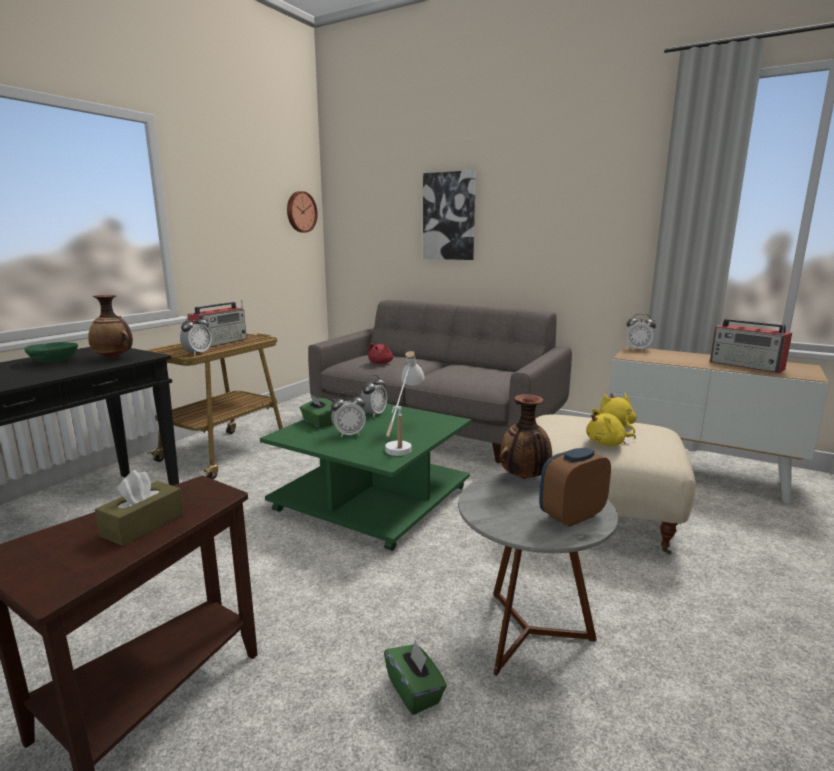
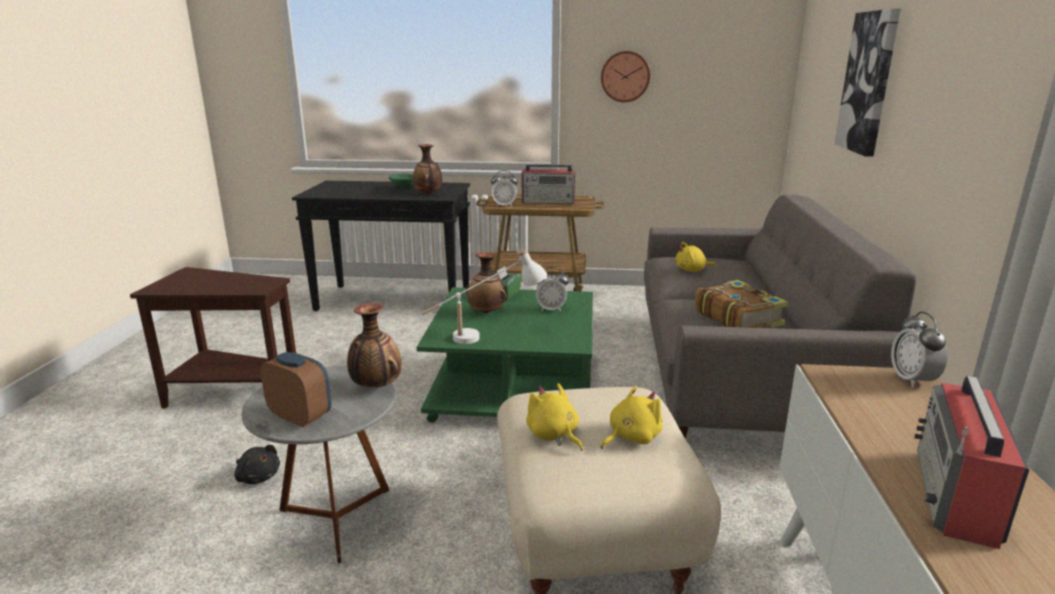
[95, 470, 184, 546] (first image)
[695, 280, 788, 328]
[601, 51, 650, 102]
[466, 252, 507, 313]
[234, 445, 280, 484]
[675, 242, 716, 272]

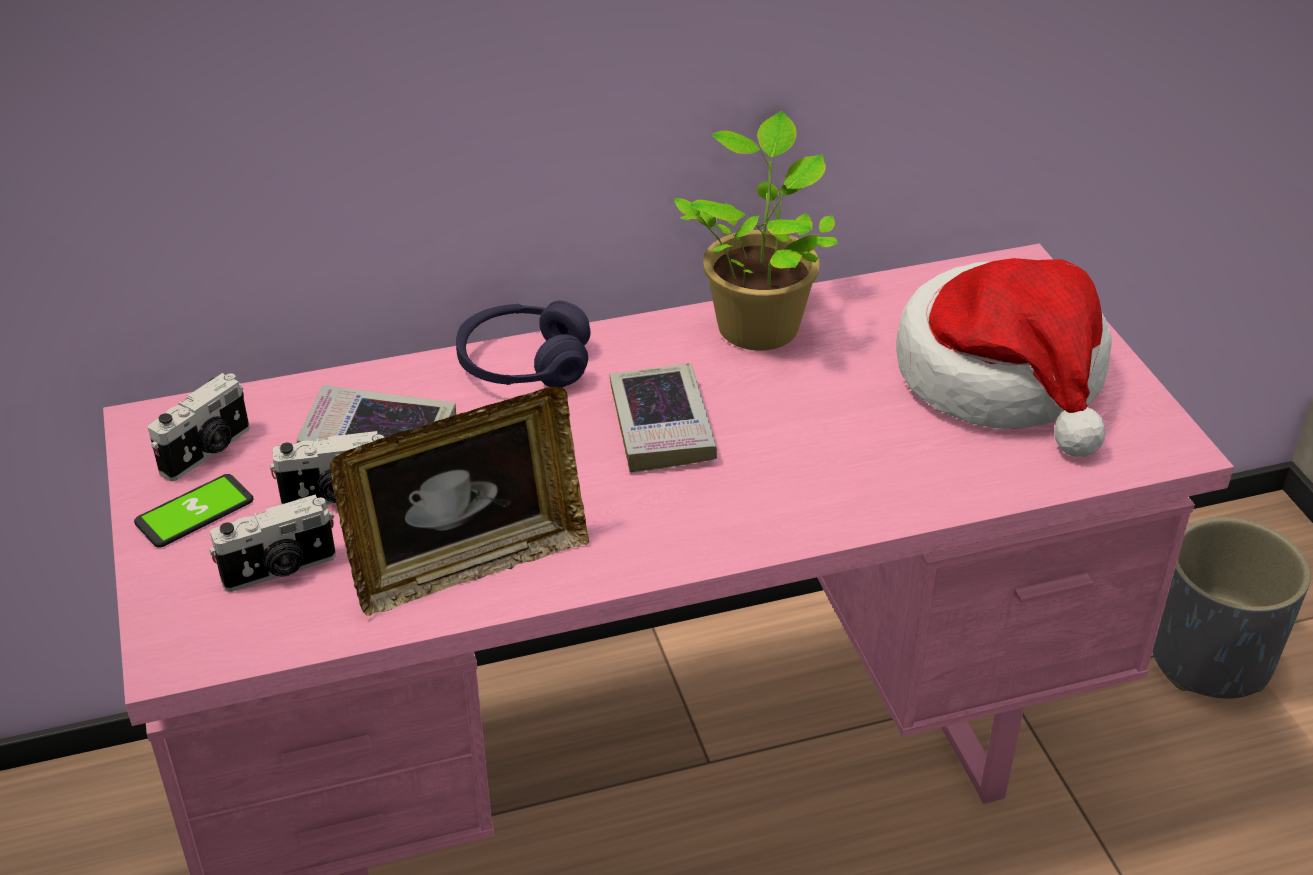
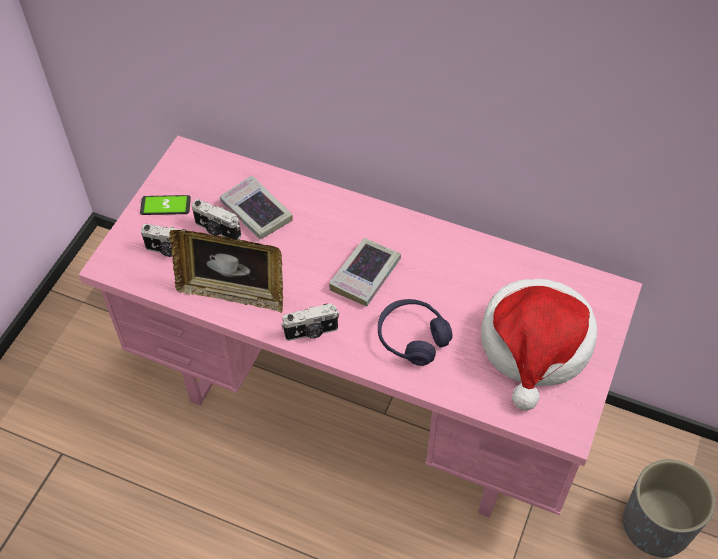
[674, 111, 838, 351] (first image)
[281, 303, 340, 341]
[378, 299, 453, 366]

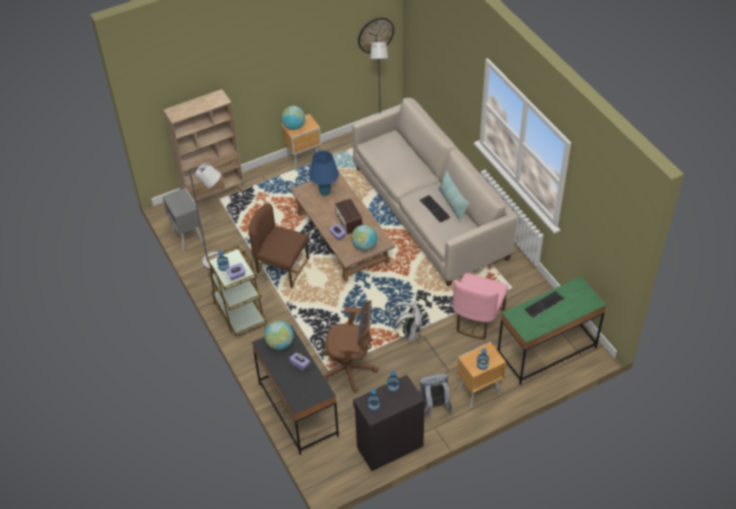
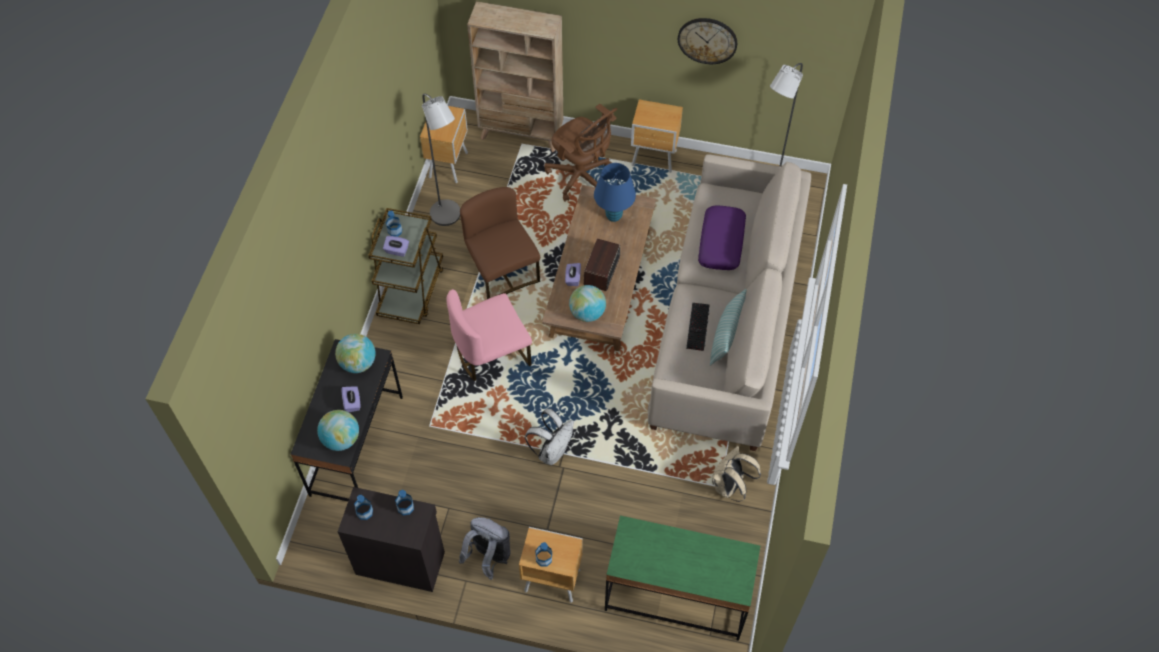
[524, 291, 564, 317] (first image)
[698, 205, 746, 270]
[712, 446, 761, 502]
[317, 410, 359, 451]
[544, 104, 617, 202]
[678, 18, 737, 64]
[446, 289, 532, 381]
[420, 106, 468, 183]

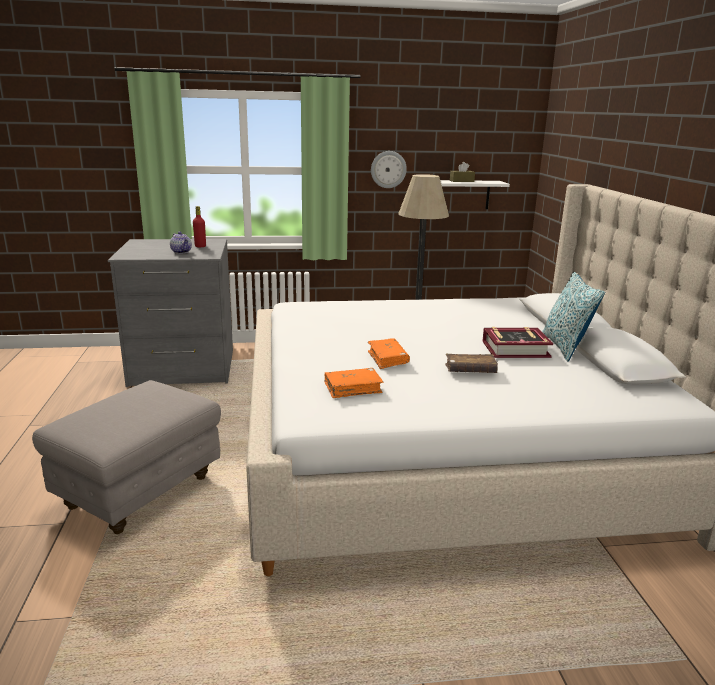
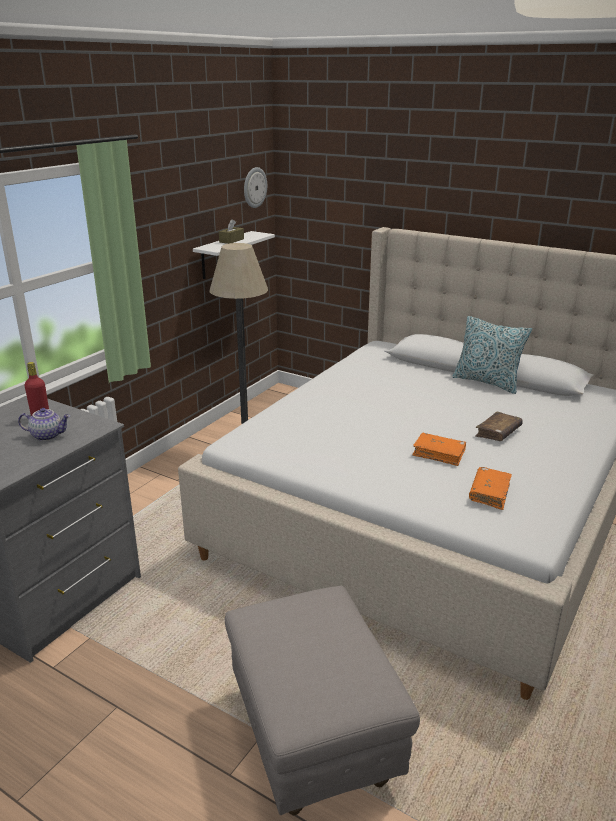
[482, 327, 553, 358] (first image)
[244, 167, 267, 208]

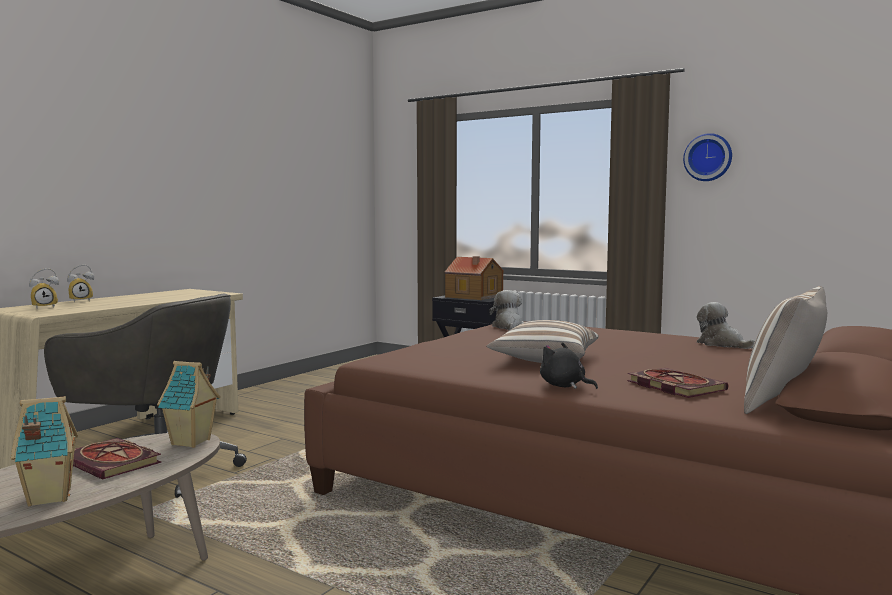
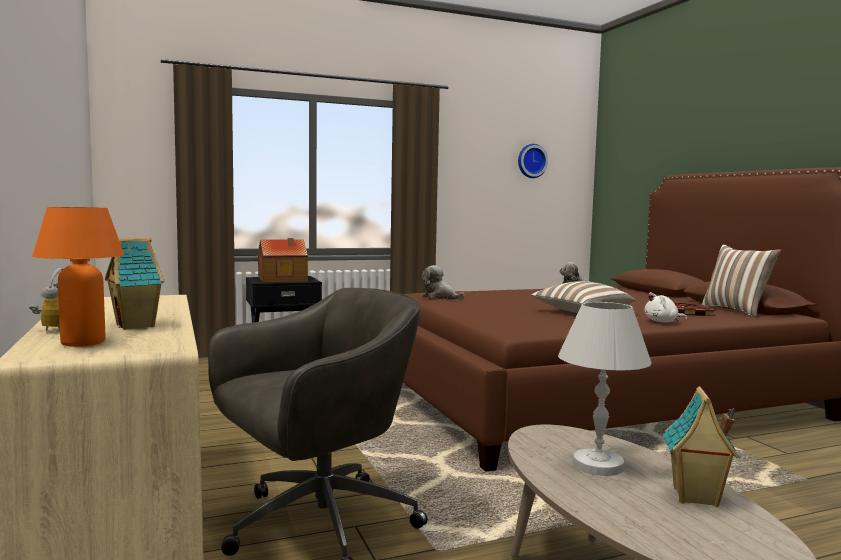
[105, 237, 165, 330]
[518, 144, 548, 178]
[32, 207, 124, 347]
[558, 302, 651, 476]
[644, 292, 687, 323]

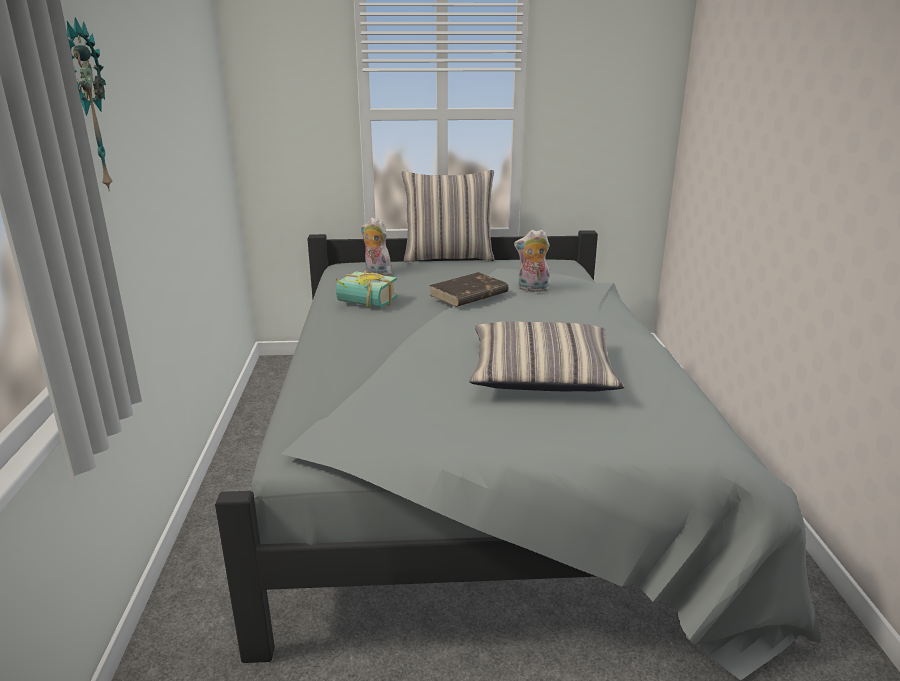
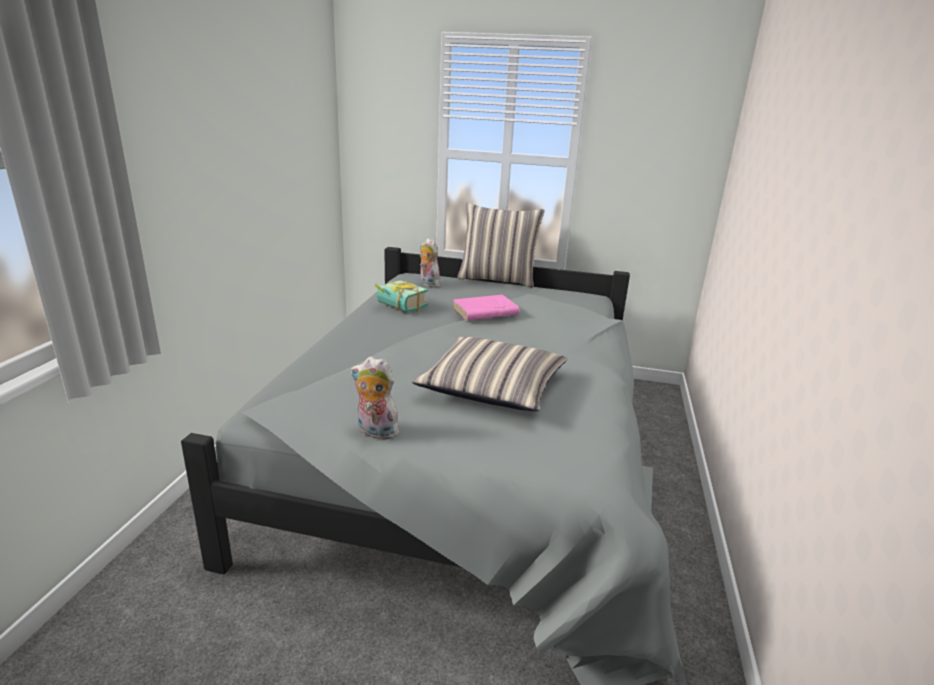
[67, 17, 112, 192] (first image)
[351, 357, 399, 440]
[453, 295, 520, 321]

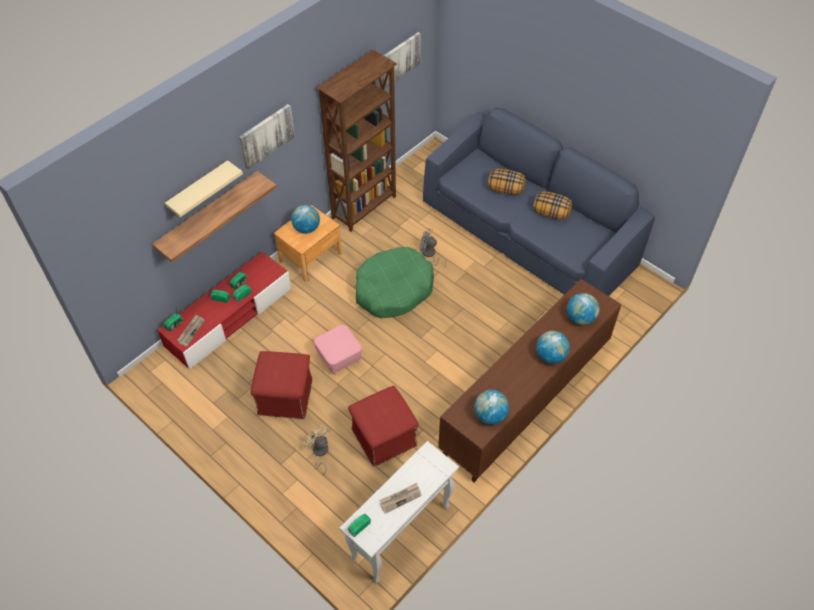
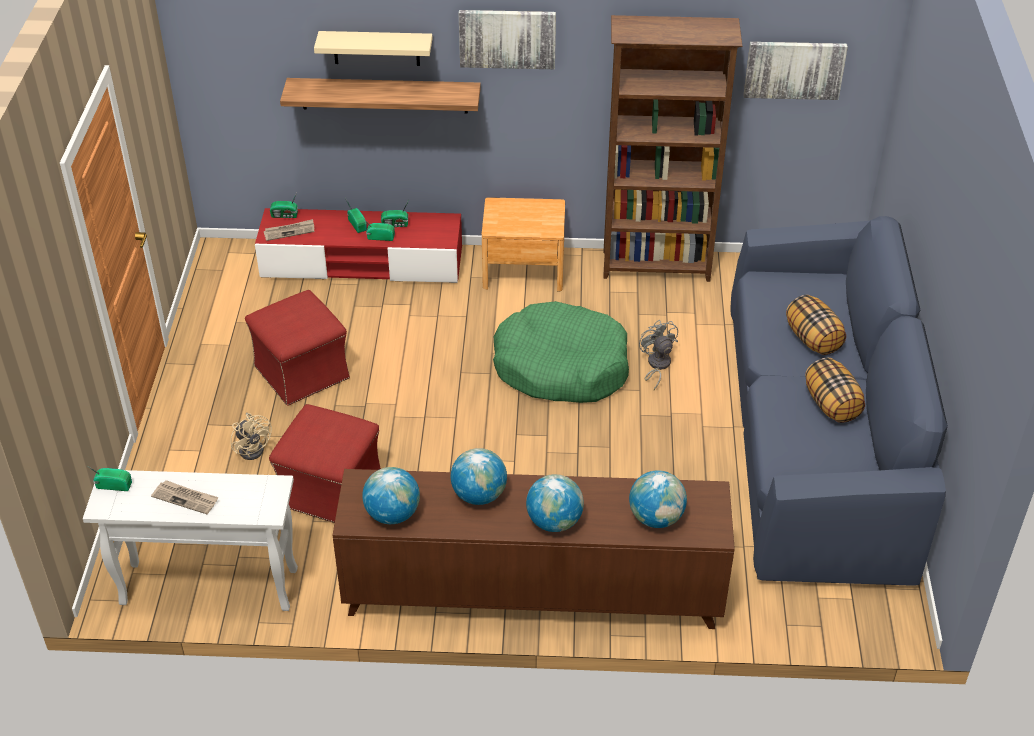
[314, 325, 362, 375] (first image)
[451, 448, 507, 505]
[230, 413, 272, 460]

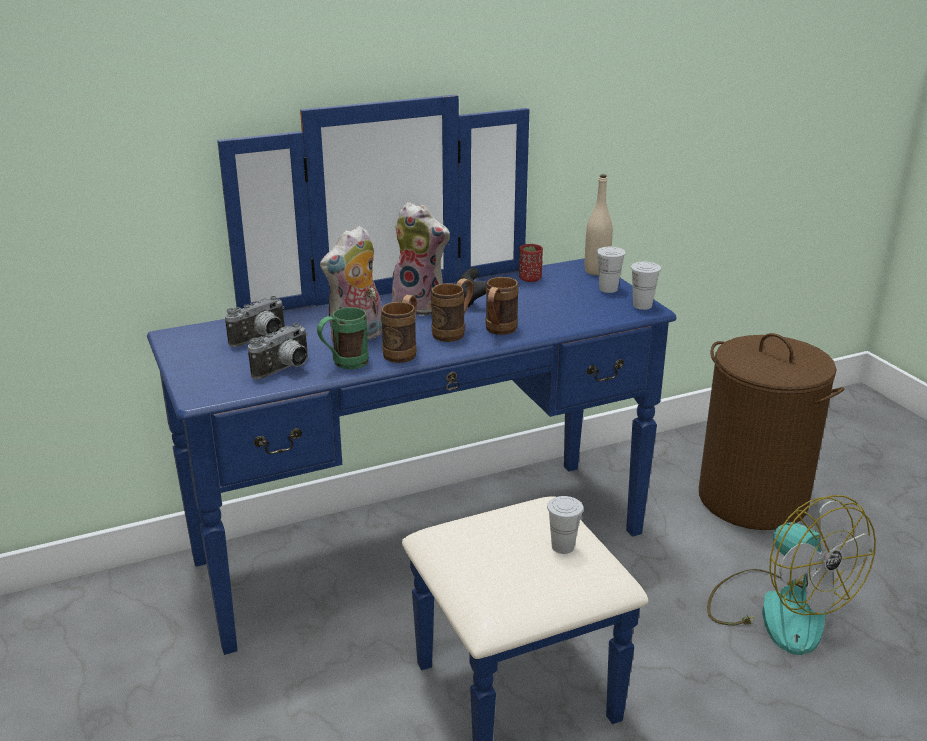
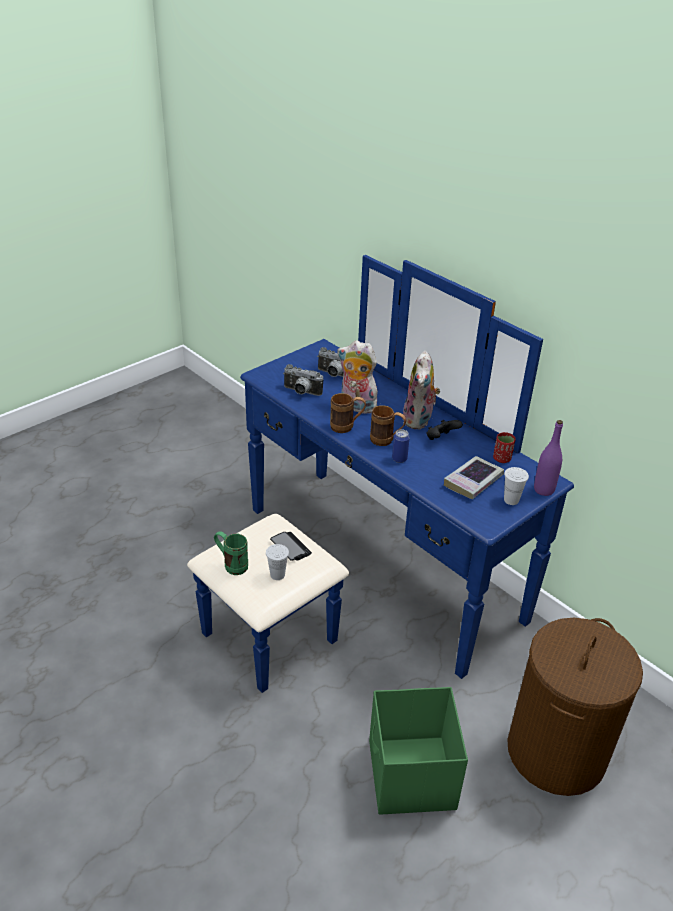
[631, 262, 661, 310] (first image)
[270, 532, 312, 561]
[444, 456, 504, 499]
[214, 532, 248, 575]
[392, 429, 410, 463]
[369, 687, 468, 815]
[534, 420, 563, 496]

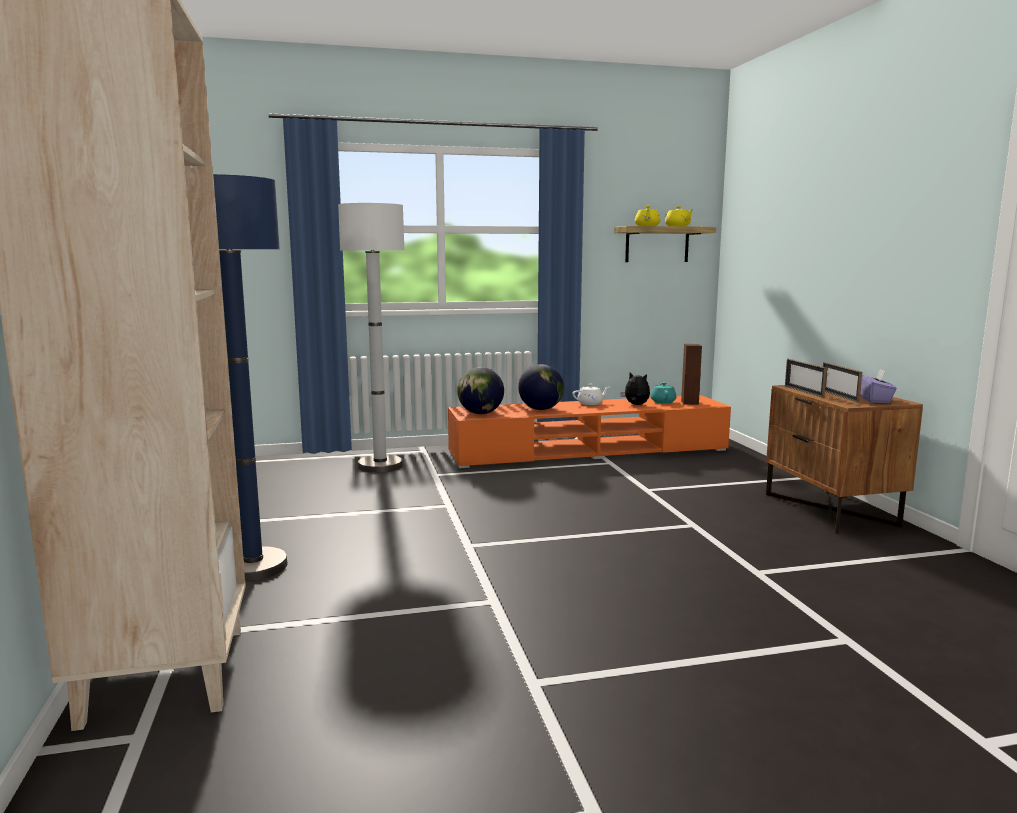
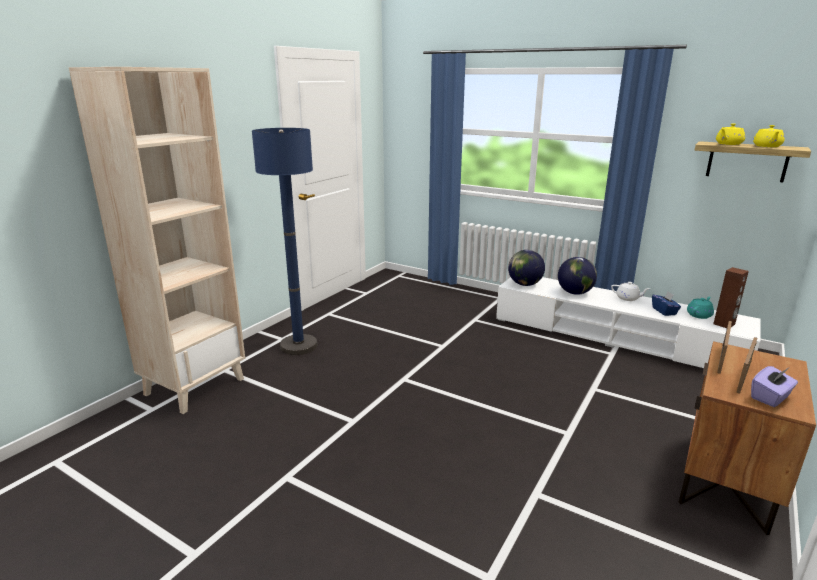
[338, 203, 405, 473] (first image)
[652, 291, 681, 316]
[496, 277, 761, 368]

